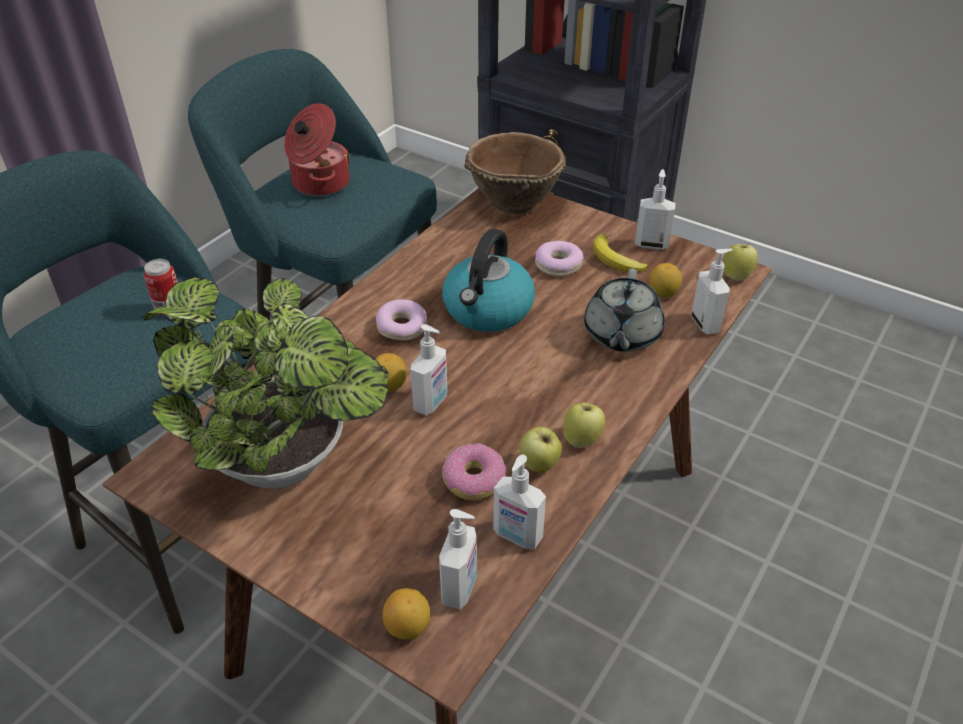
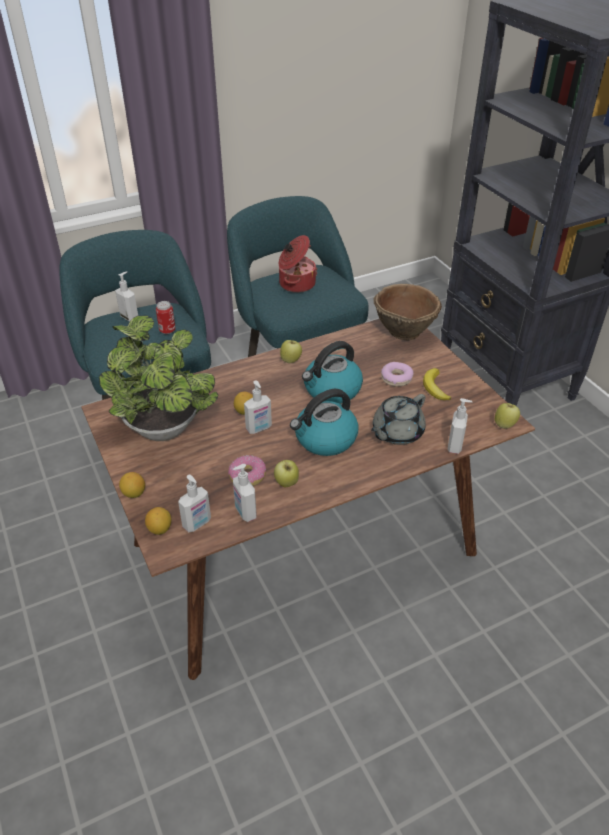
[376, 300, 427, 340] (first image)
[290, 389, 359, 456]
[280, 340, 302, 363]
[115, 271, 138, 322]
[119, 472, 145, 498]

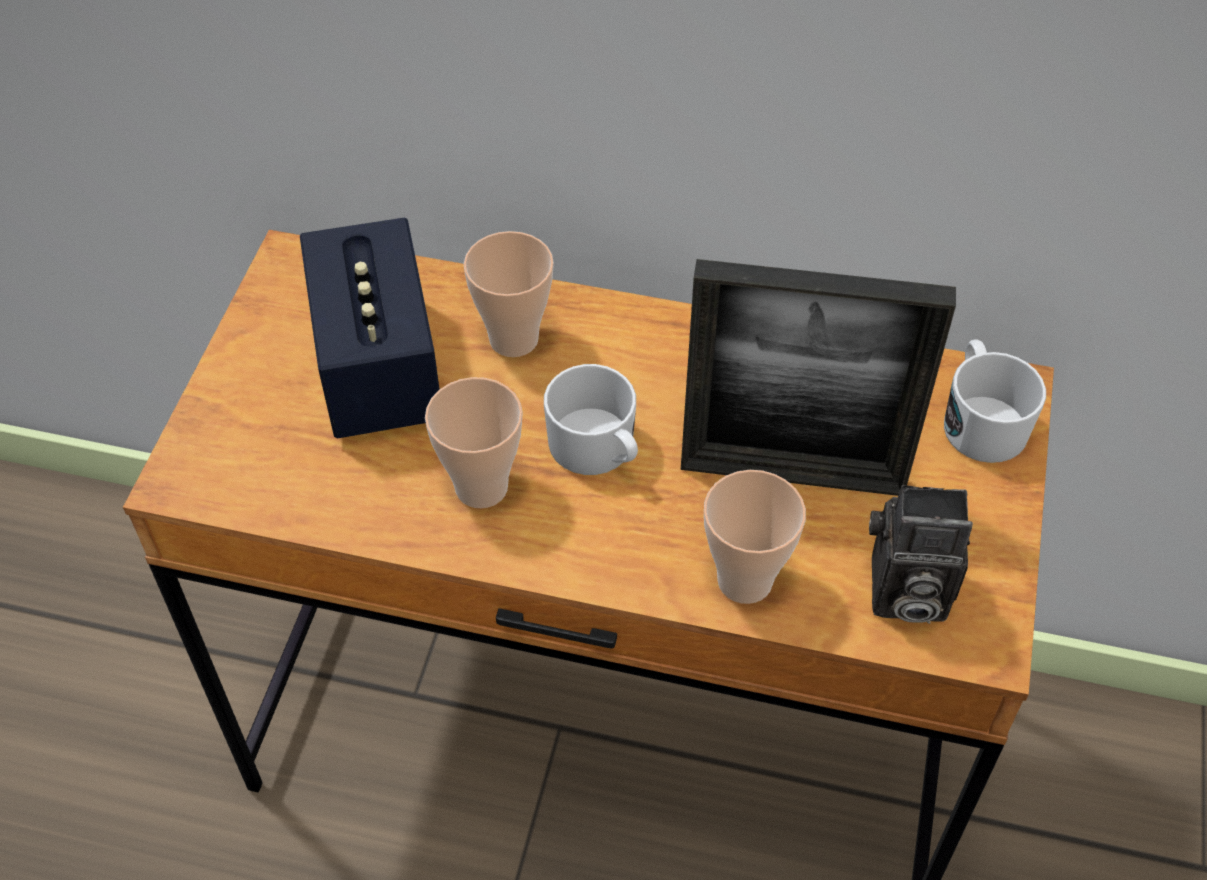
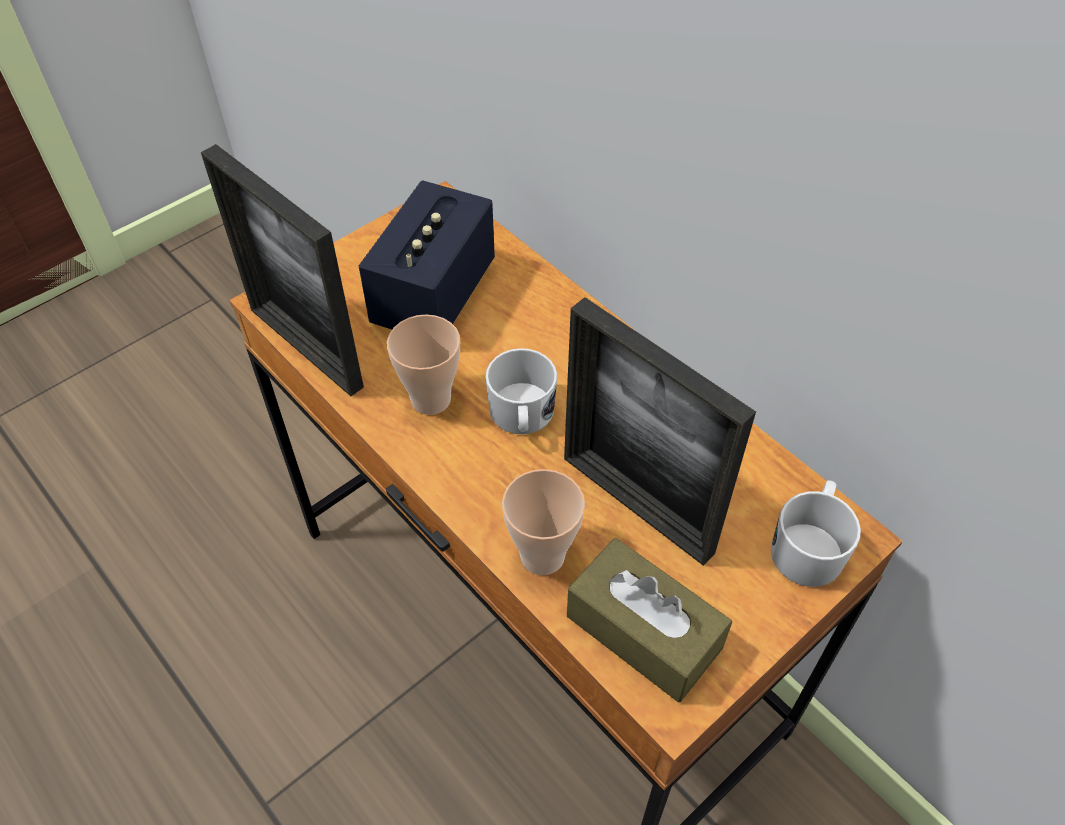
[464, 231, 554, 357] (first image)
[201, 144, 364, 396]
[567, 538, 732, 702]

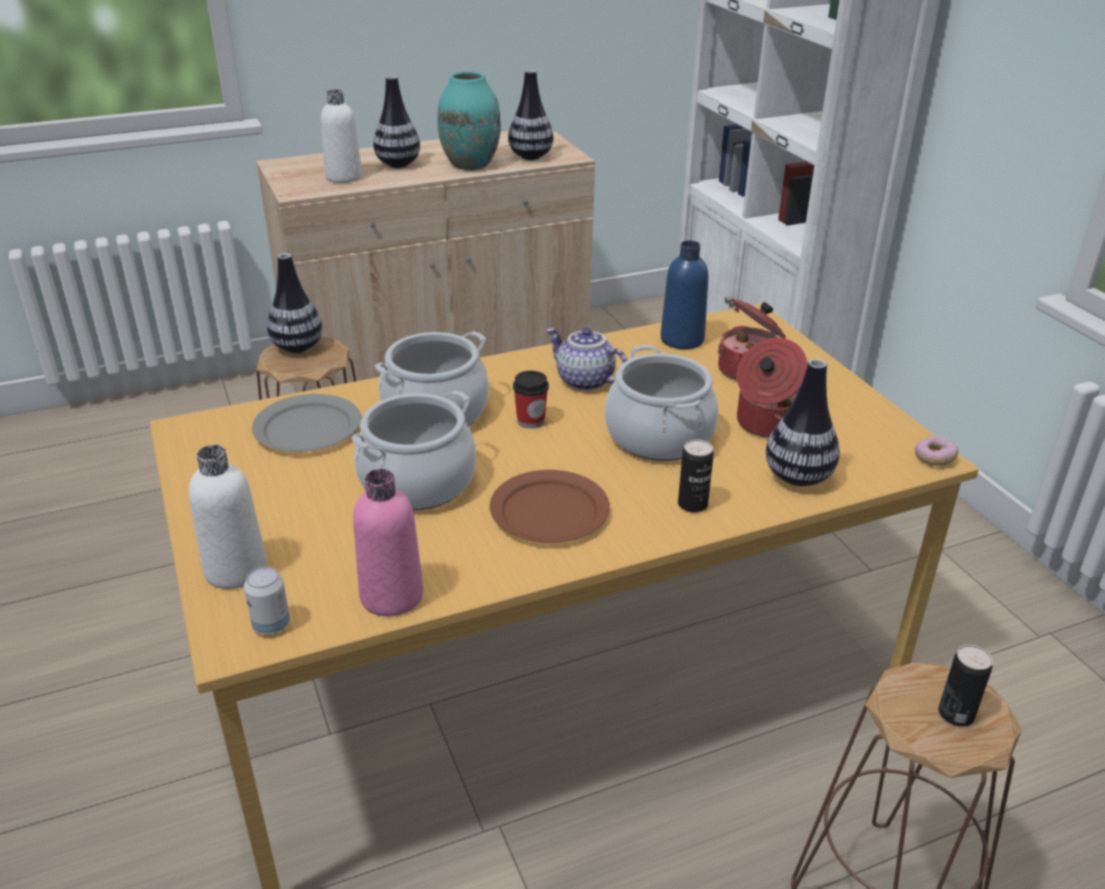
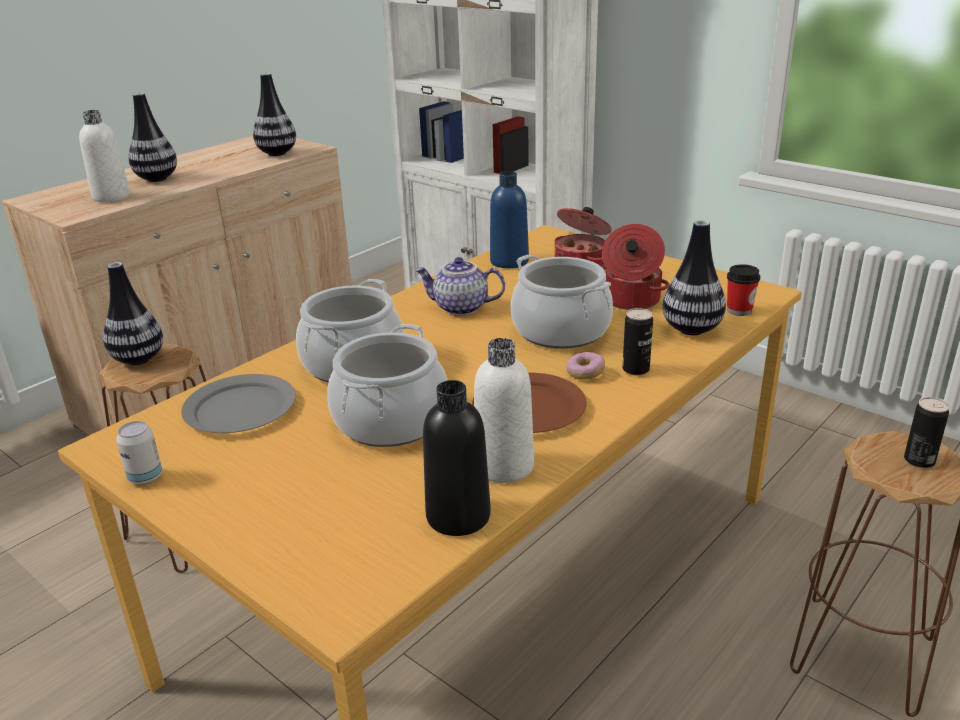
[437, 71, 501, 170] (first image)
[474, 338, 534, 483]
[116, 421, 162, 485]
[727, 264, 760, 316]
[566, 352, 605, 380]
[423, 380, 491, 536]

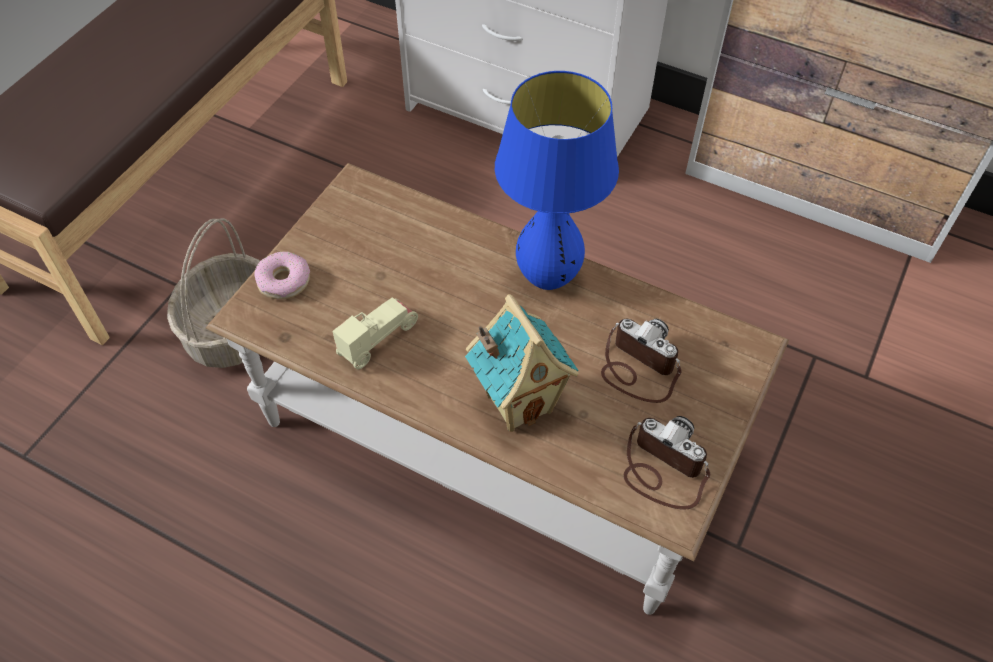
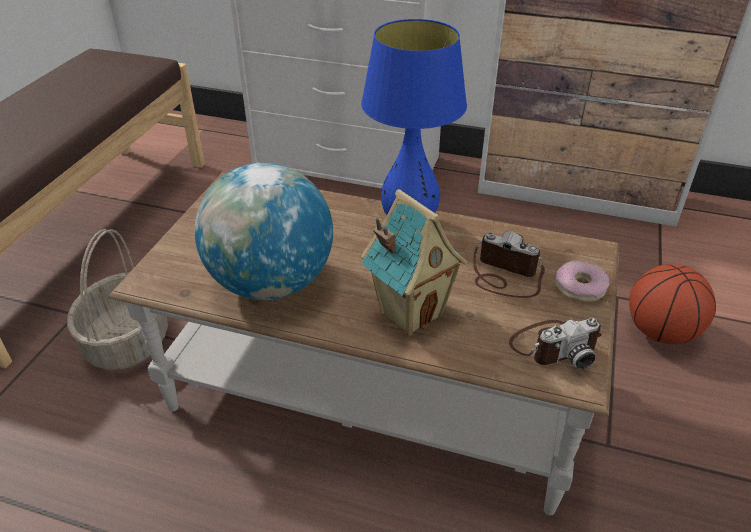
[629, 264, 716, 344]
[555, 261, 610, 302]
[195, 163, 333, 300]
[509, 318, 602, 369]

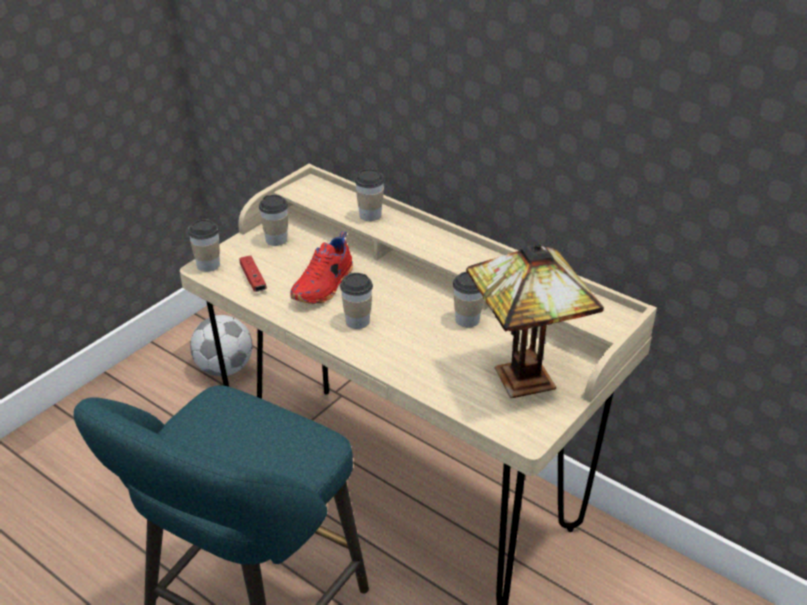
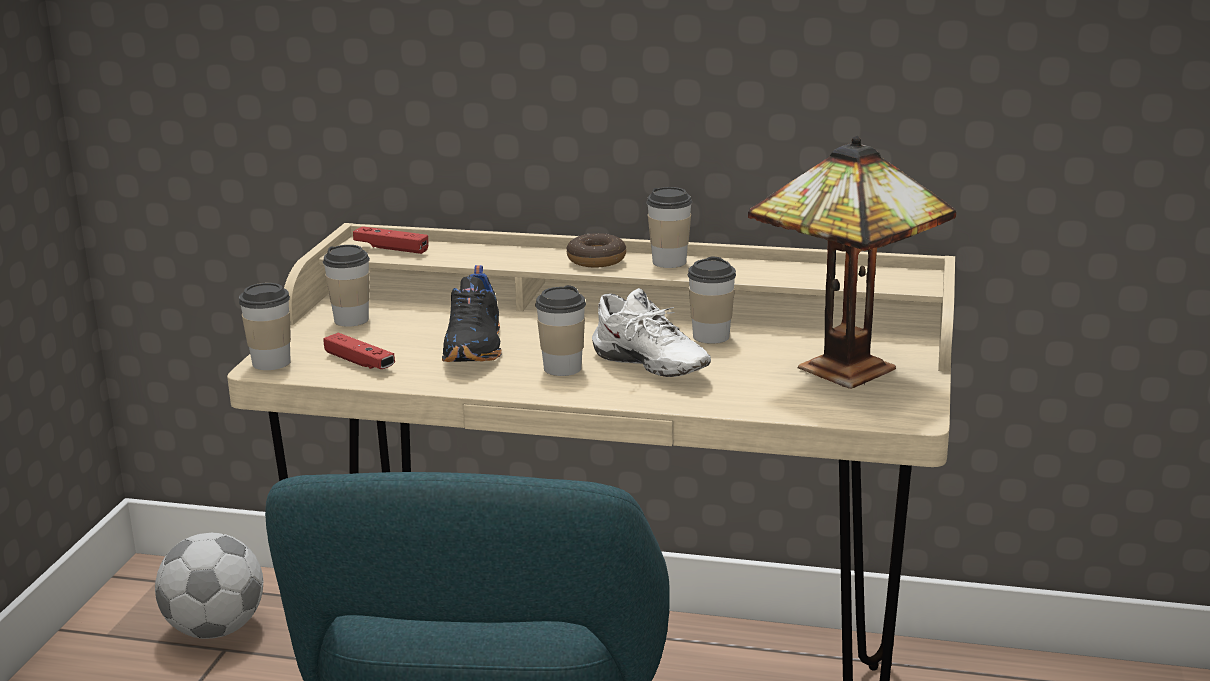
[353, 226, 428, 254]
[566, 233, 626, 268]
[592, 288, 711, 377]
[646, 187, 692, 268]
[442, 265, 502, 362]

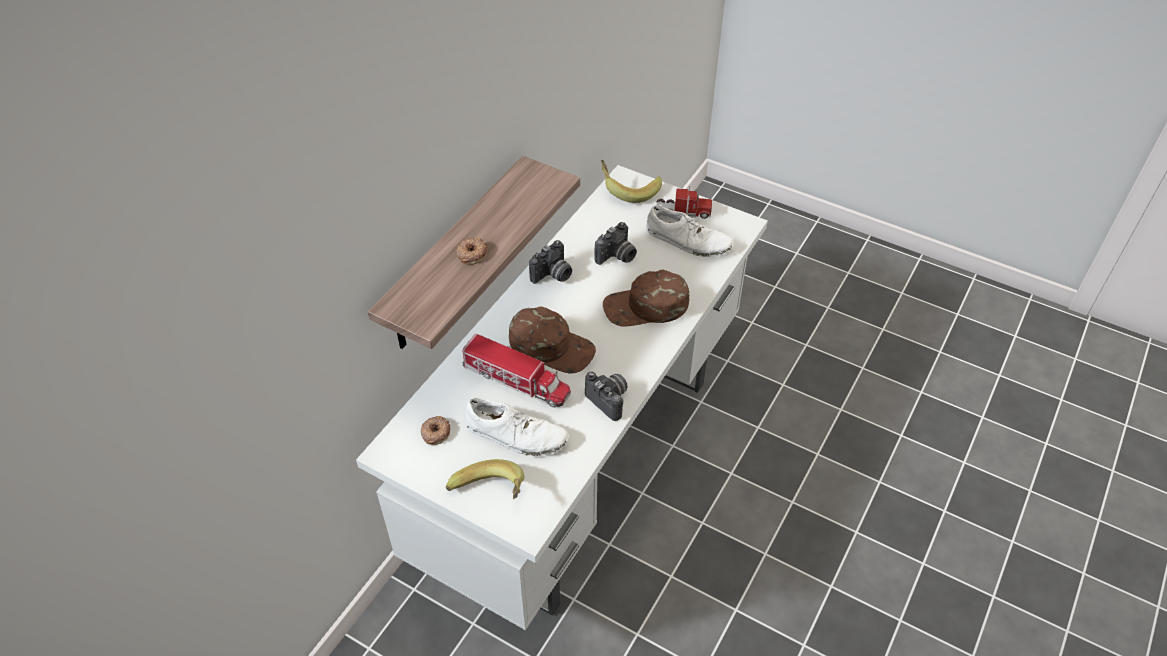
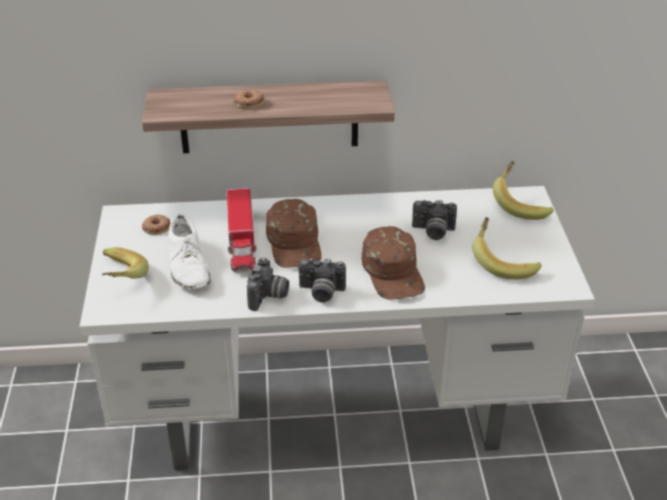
[657, 185, 712, 219] (first image)
[298, 258, 346, 303]
[472, 217, 542, 279]
[362, 226, 425, 300]

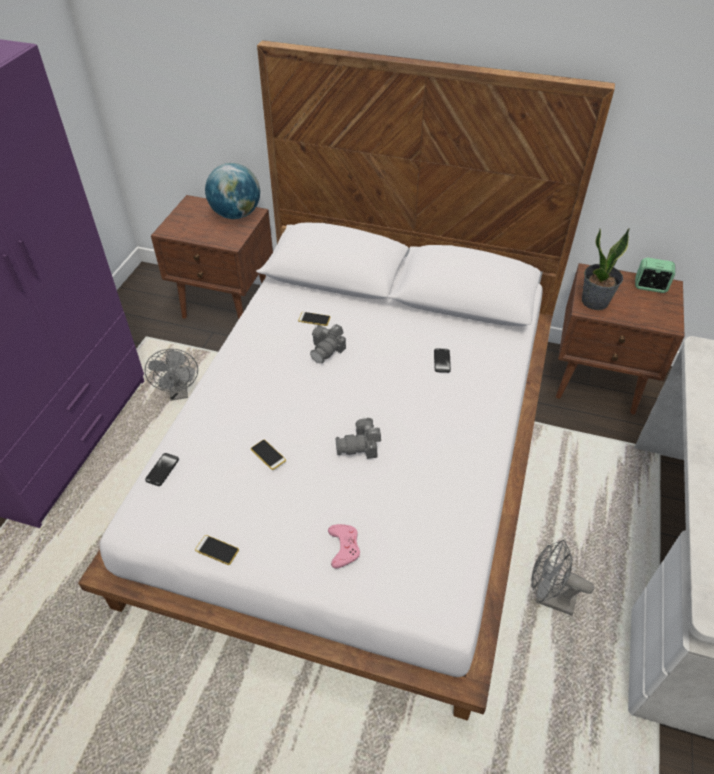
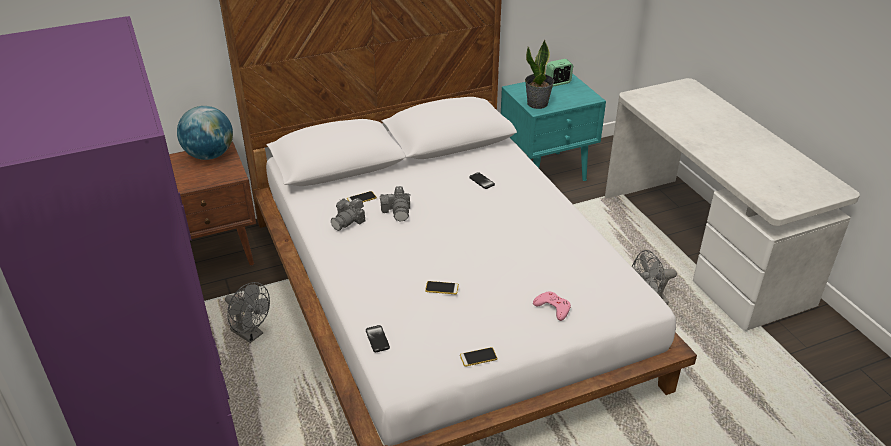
[331, 198, 365, 231]
[501, 73, 606, 181]

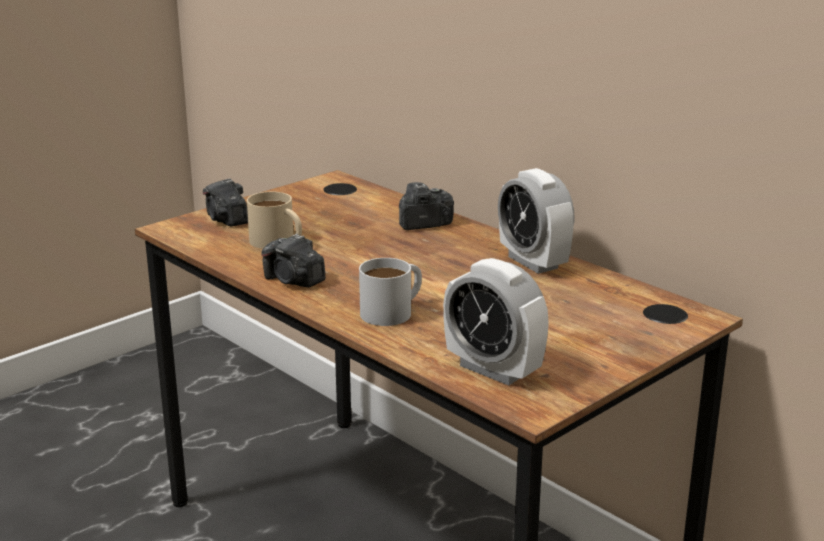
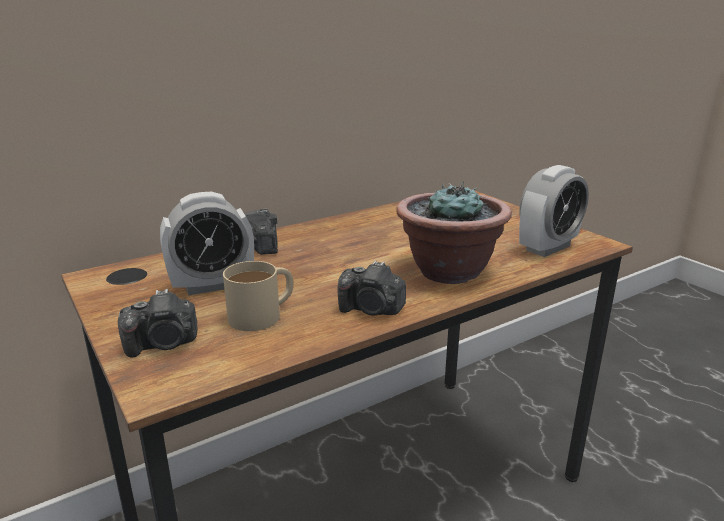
[160, 192, 254, 295]
[396, 182, 512, 284]
[337, 261, 406, 316]

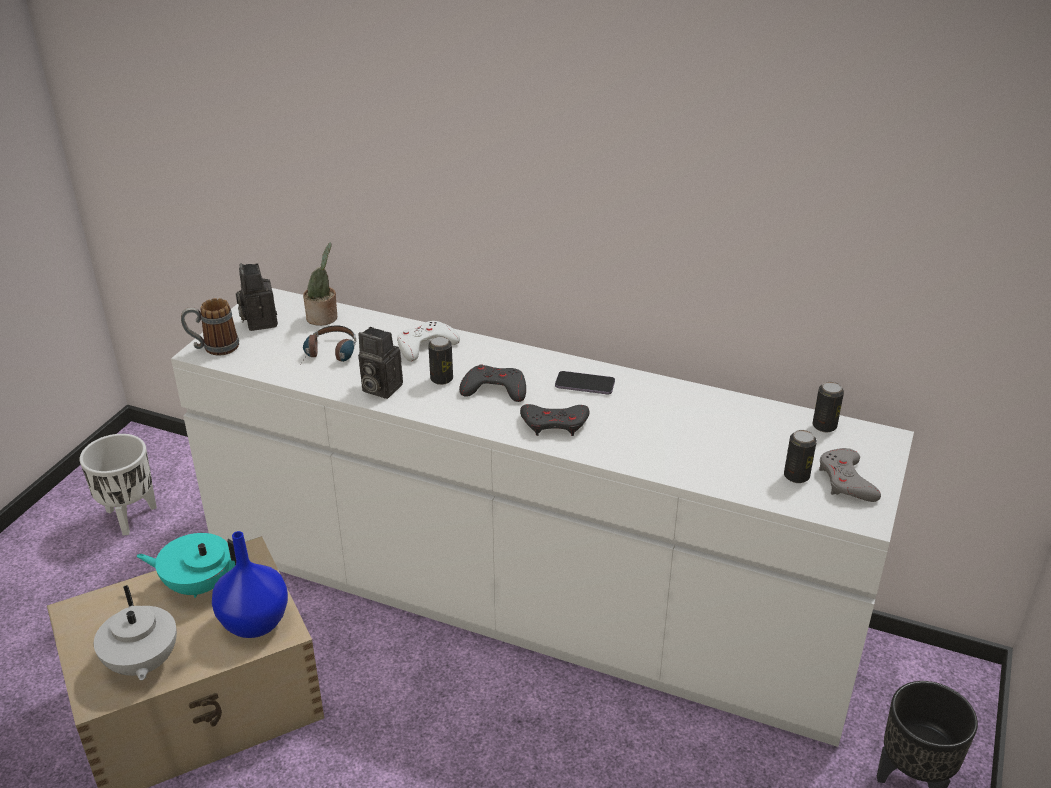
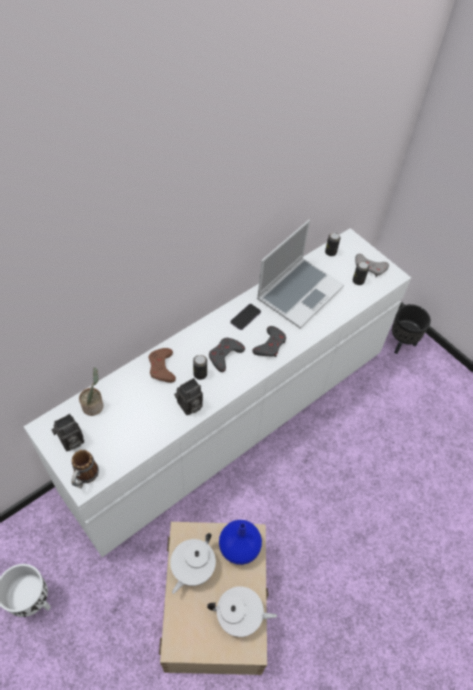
[302, 325, 357, 362] (first image)
[257, 220, 344, 329]
[170, 533, 216, 594]
[149, 348, 176, 383]
[51, 414, 84, 451]

